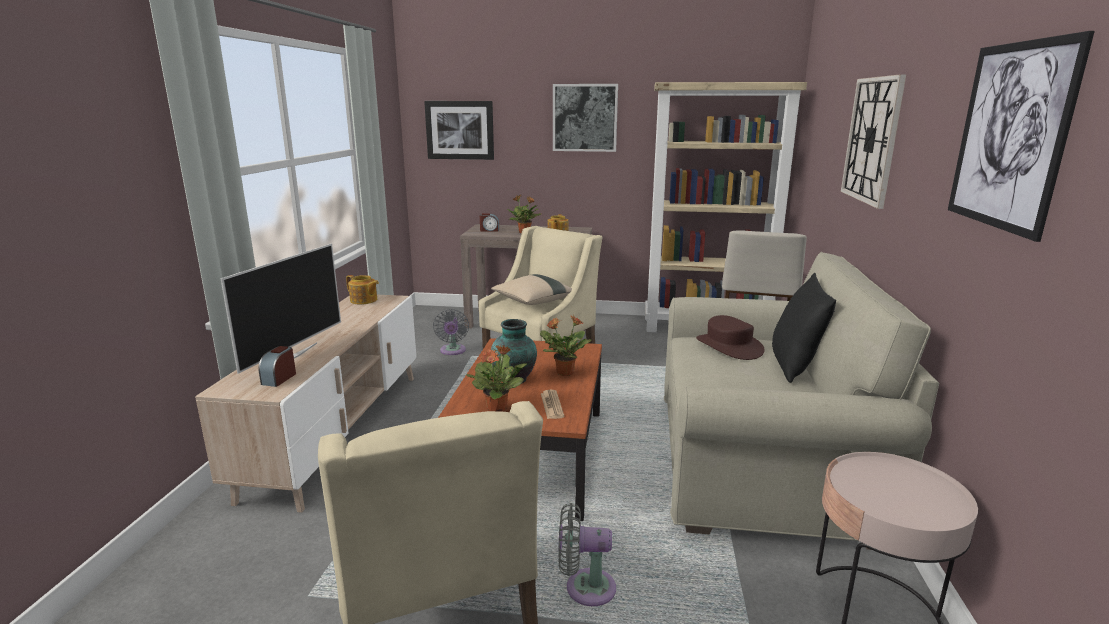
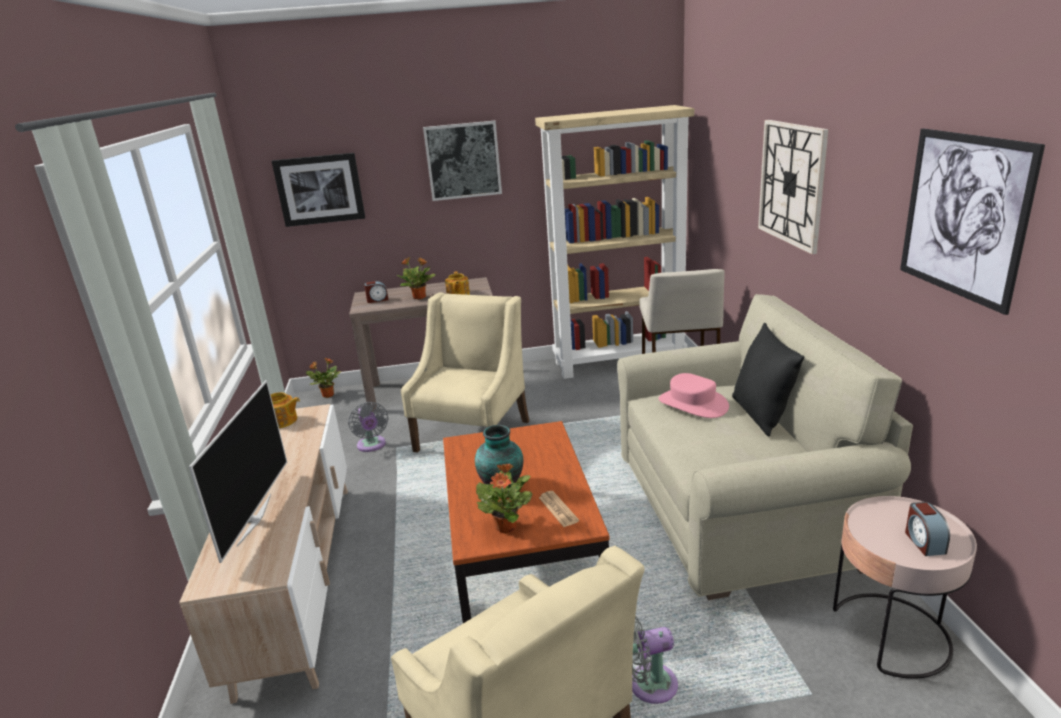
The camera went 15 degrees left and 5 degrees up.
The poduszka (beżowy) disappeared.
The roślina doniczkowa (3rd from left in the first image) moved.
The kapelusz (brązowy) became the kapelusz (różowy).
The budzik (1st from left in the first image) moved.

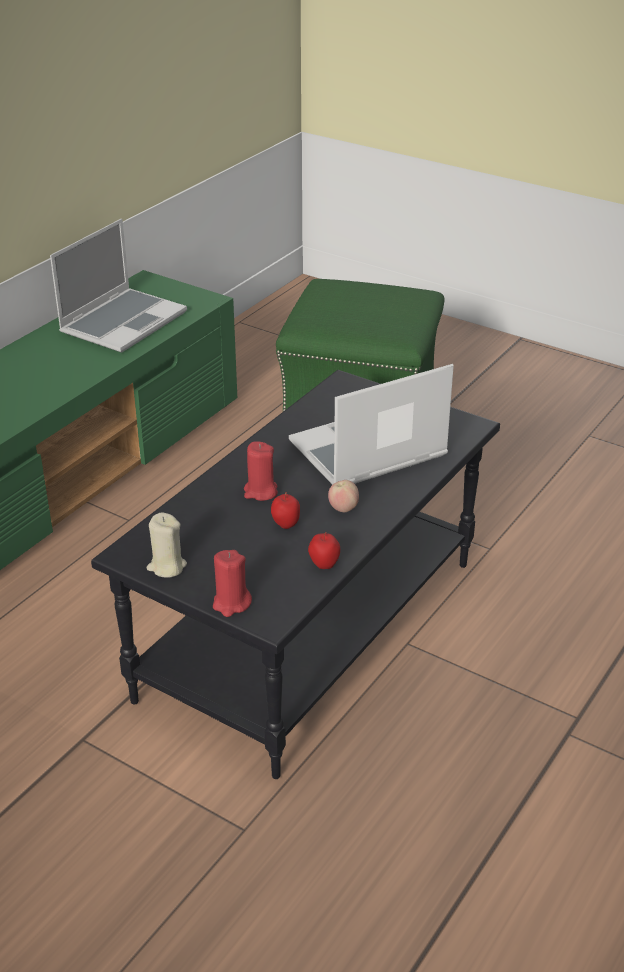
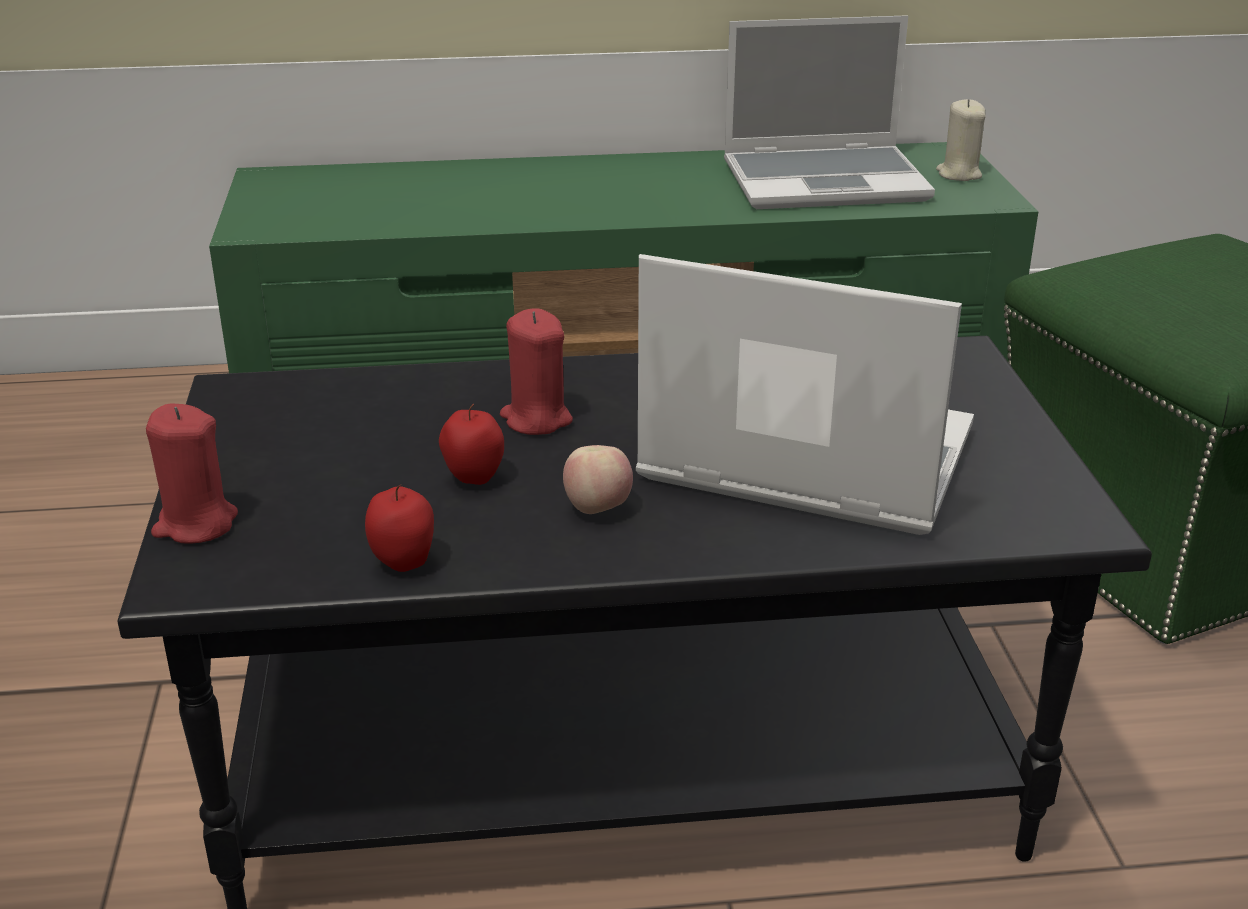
The camera went 50 degrees right and 5 degrees down.
The świeca (beżowy) moved.

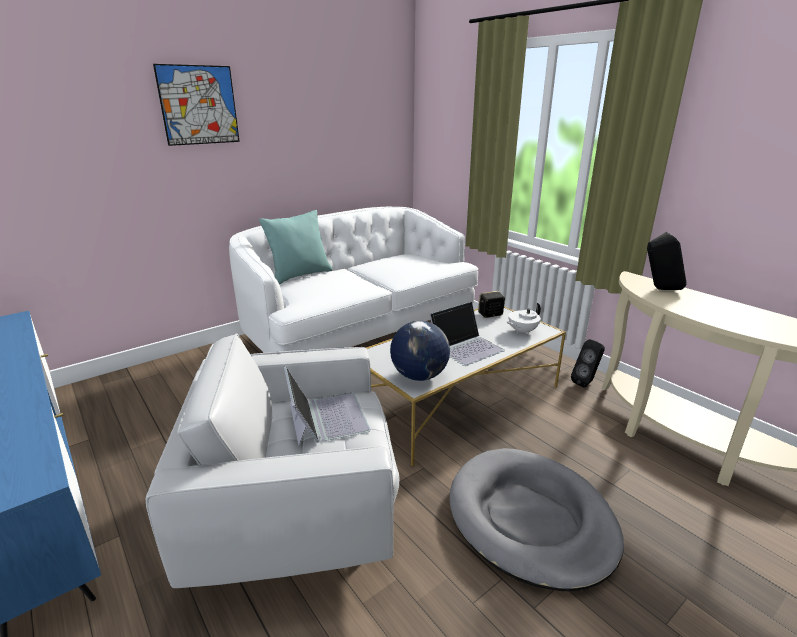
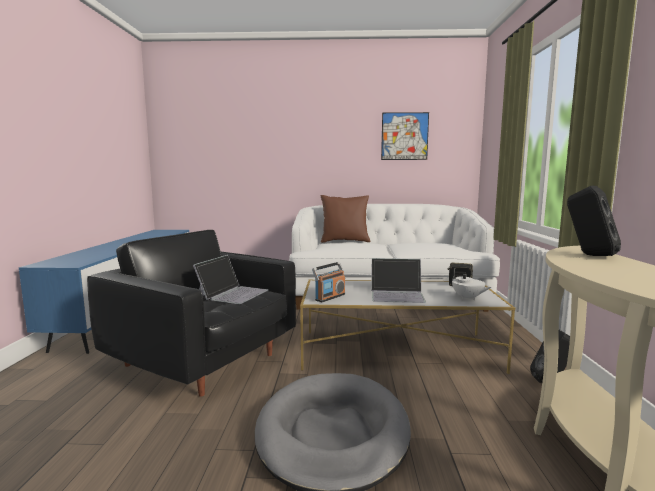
The camera went 40 degrees right and 15 degrees down.
The obraz moved.
The poduszka (turkusowy) became the poduszka (brązowy).
The imbryk (biały) turned 135 degrees counterclockwise.
The globus was replaced by the radio.
The fotel (biały) became the fotel (czarny).

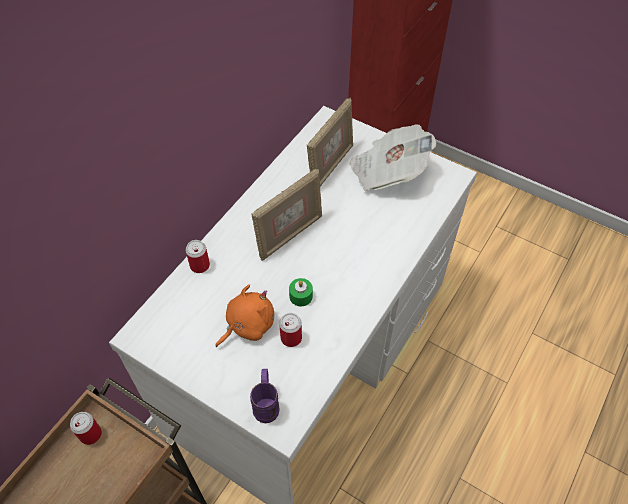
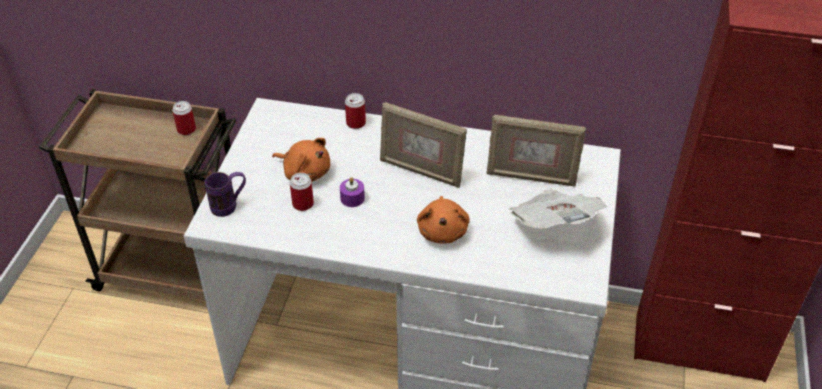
The camera went 70 degrees right and 10 degrees down.
The świeca (zielony) became the świeca (fioletowy).
The pluszak (pomarańczowy) (2nd from left) appeared.

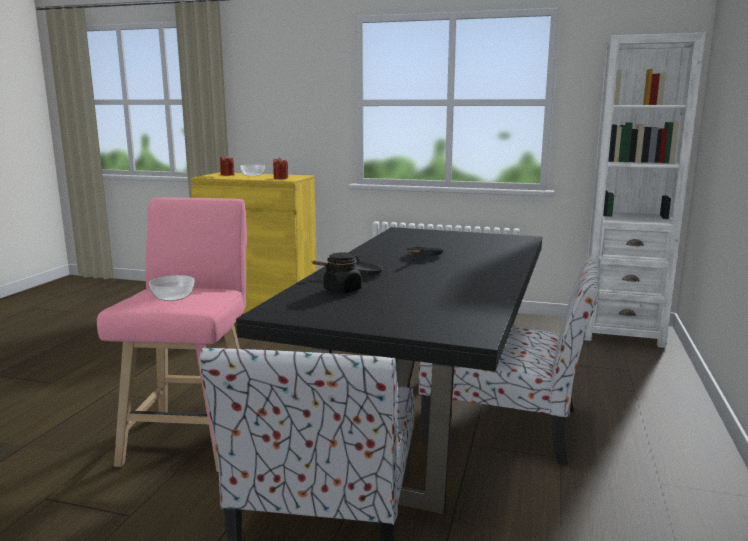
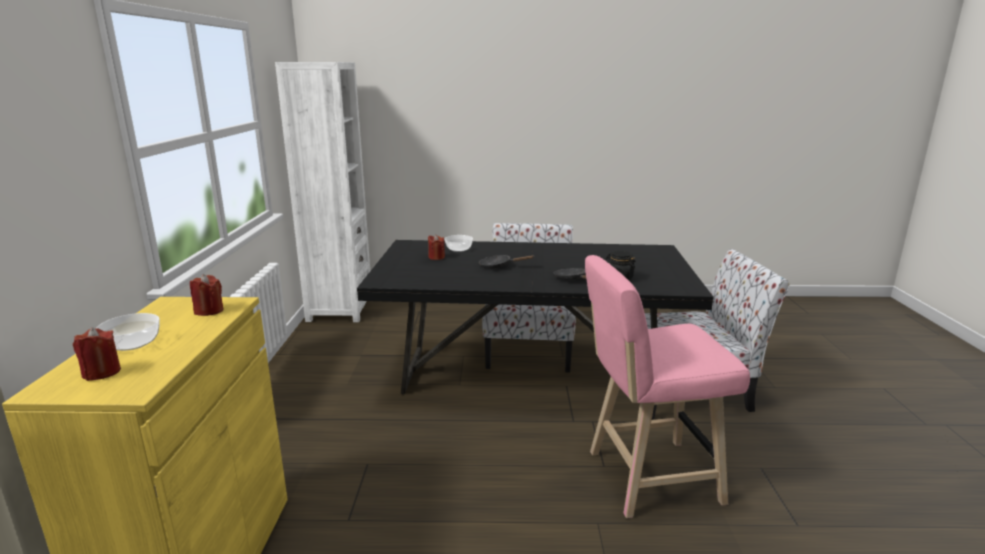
The camera went 105 degrees left and 5 degrees up.
The miska (1st from left in the first image) moved.
The świeca (czerwony) (3rd from left) appeared.

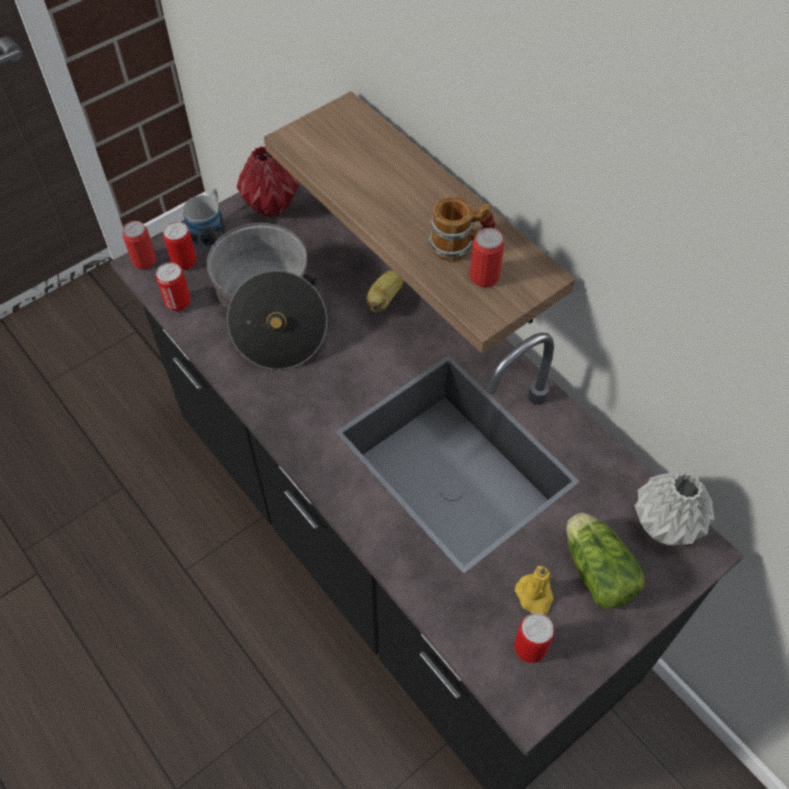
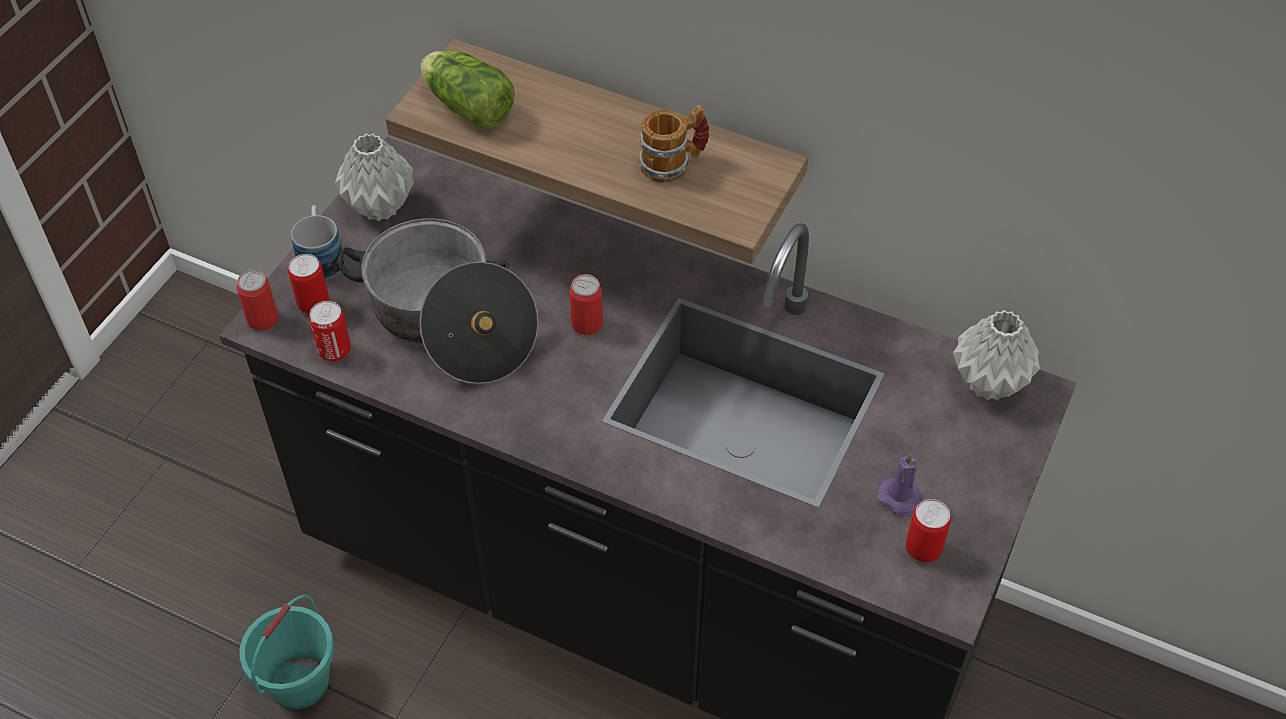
The camera went 25 degrees left and 5 degrees down.
The wazon (czerwony) became the wazon (szary) (1st from left).
The puszka (4th from left) moved.
The banan disappeared.
The sałata moved.
The świeca (żółty) became the świeca (fioletowy).
The wiadro (turkusowy) appeared.

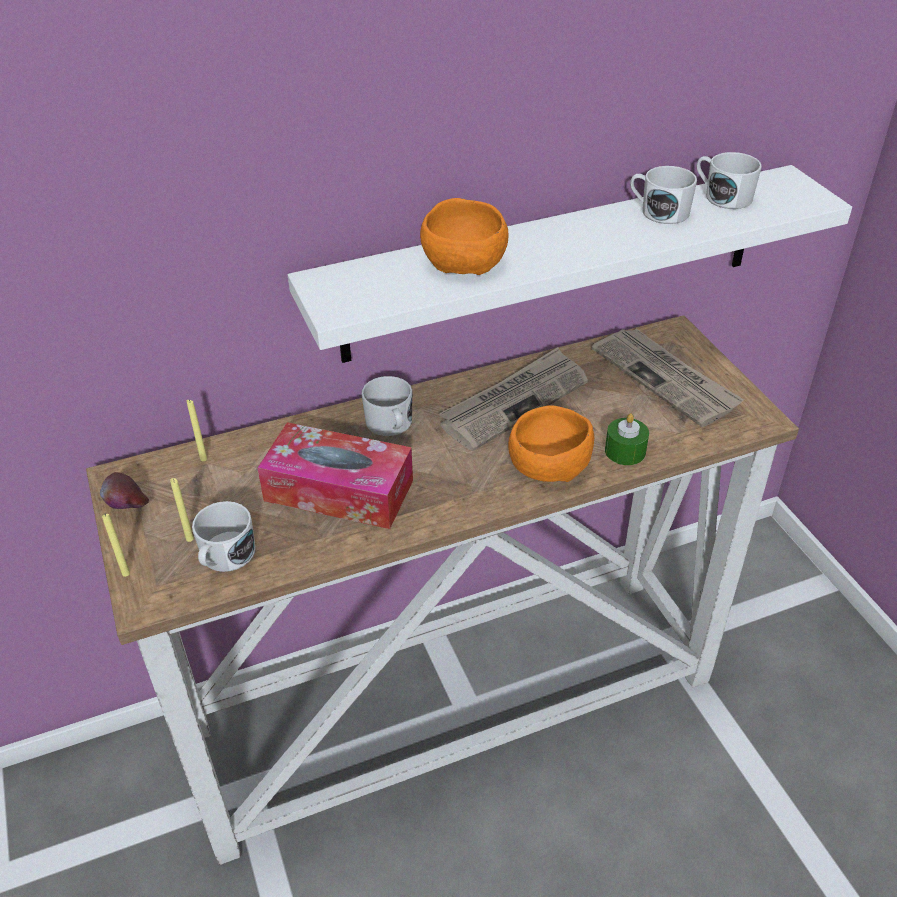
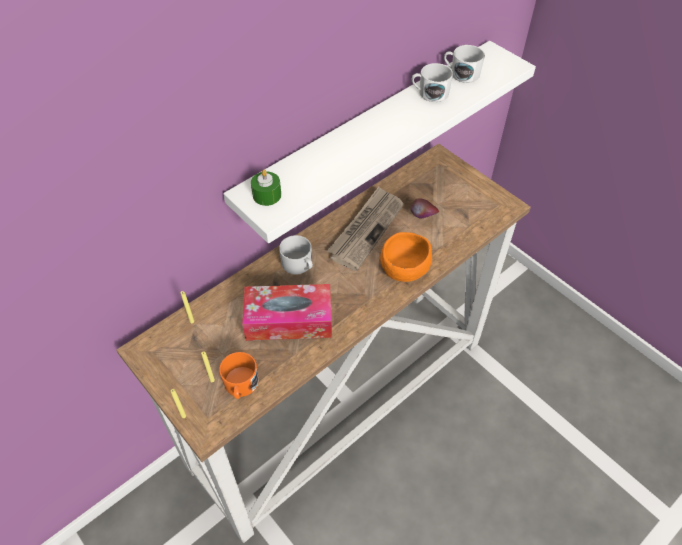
The camera went 20 degrees left and 10 degrees up.
The miska (pomarańczowy) (1st from left) disappeared.
The gazeta (2nd from left) disappeared.
The świeca (zielony) moved.
The jabłko moved.
The kubek (biały) (1st from left) became the kubek (pomarańczowy).

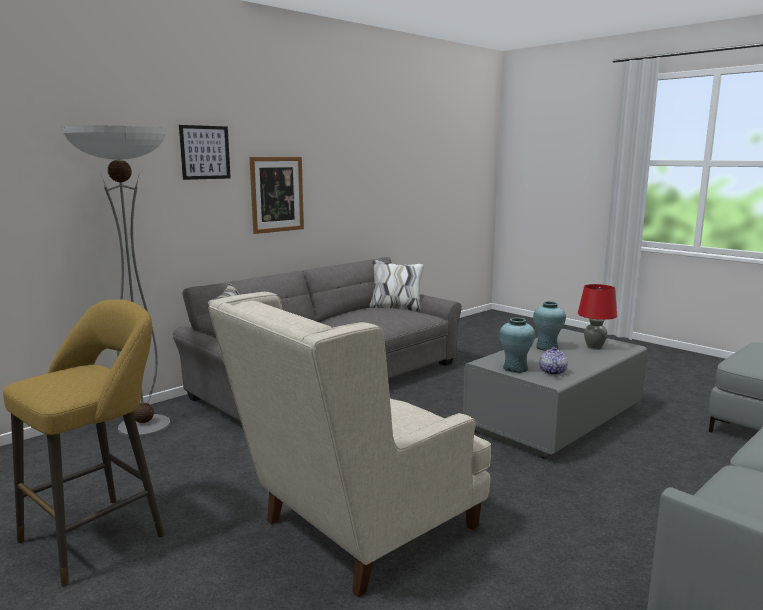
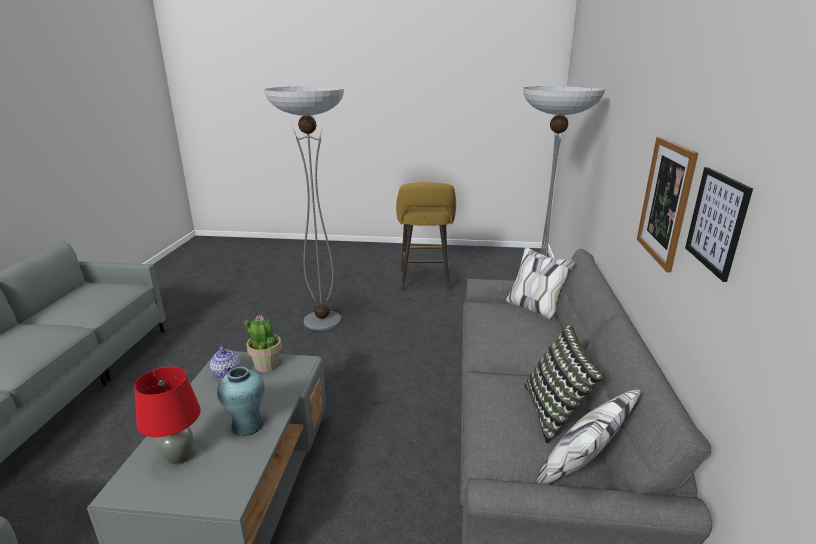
The camera went 140 degrees right and 10 degrees up.
The obraz (1st from left in the first image) moved.
The fotel (beżowy) was replaced by the lampa stojąca (1st from left).
The wazon (turkusowy) (1st from left) was replaced by the roślina doniczkowa.
The poduszka appeared.

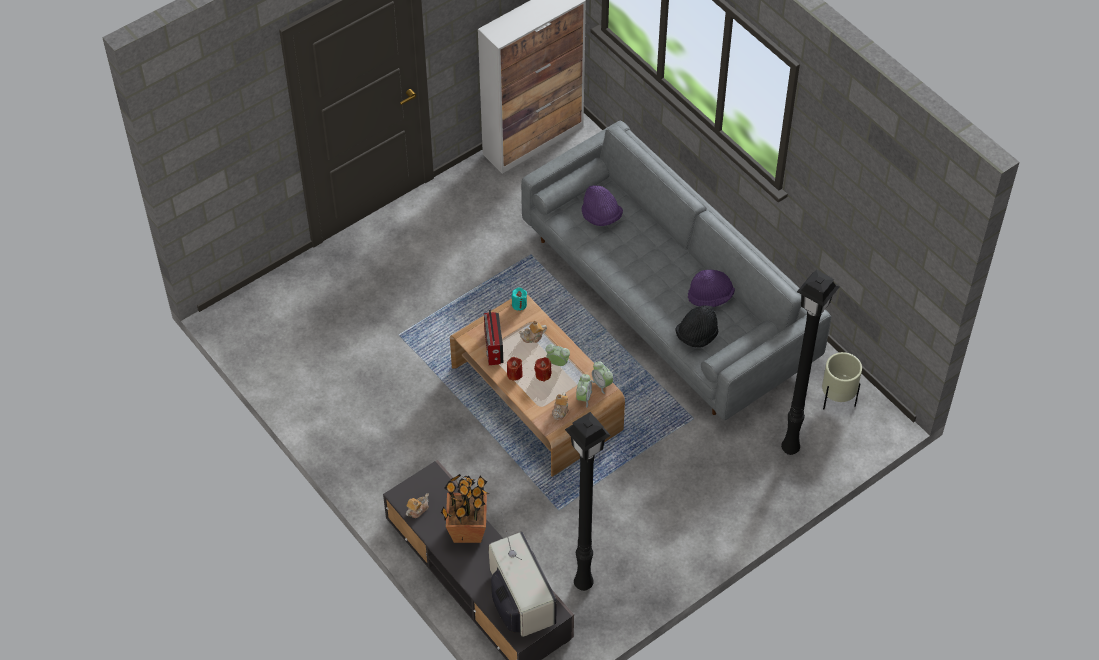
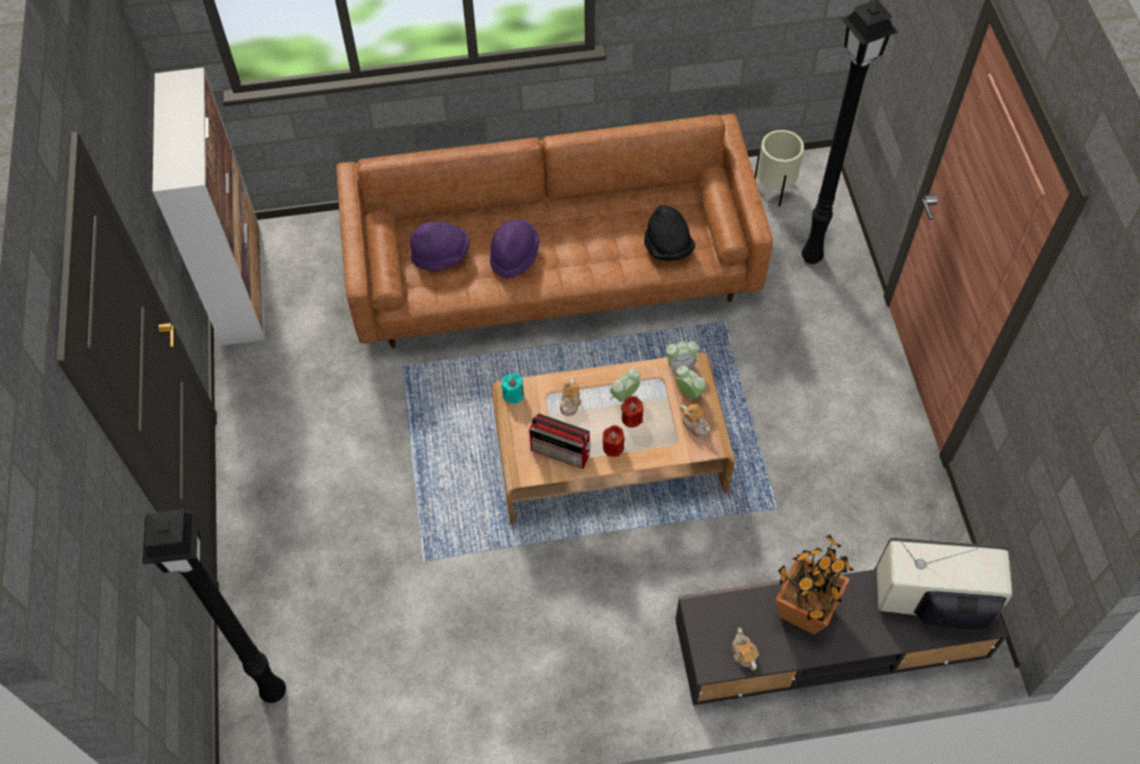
The camera went 60 degrees left and 5 degrees up.
The kanapa (szary) became the kanapa (brązowy).
The kapelusz (fioletowy) (2nd from left) moved.
The lampa stojąca (czarny) (1st from left) moved.

